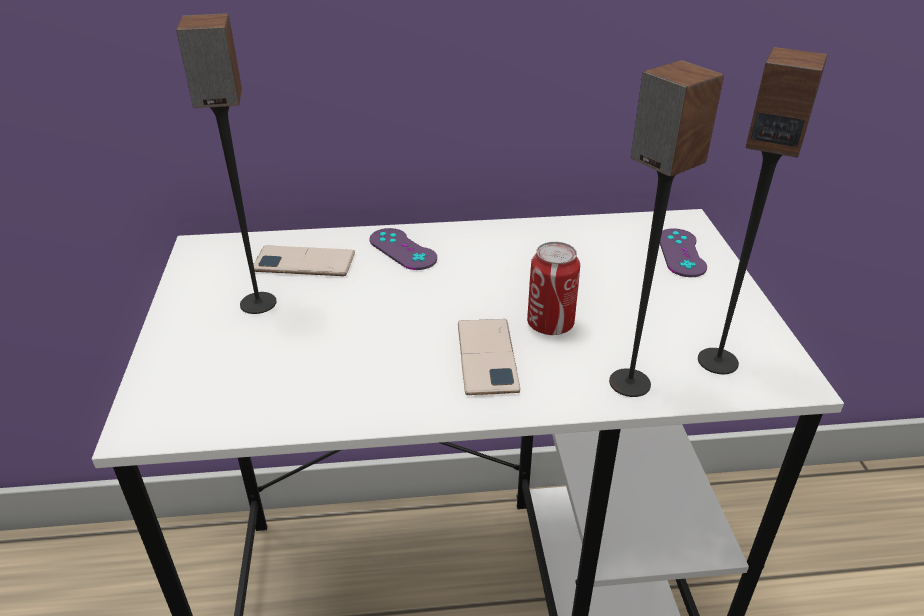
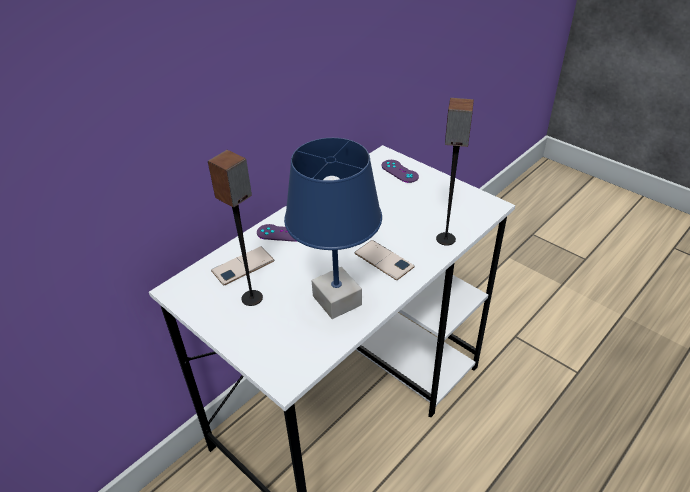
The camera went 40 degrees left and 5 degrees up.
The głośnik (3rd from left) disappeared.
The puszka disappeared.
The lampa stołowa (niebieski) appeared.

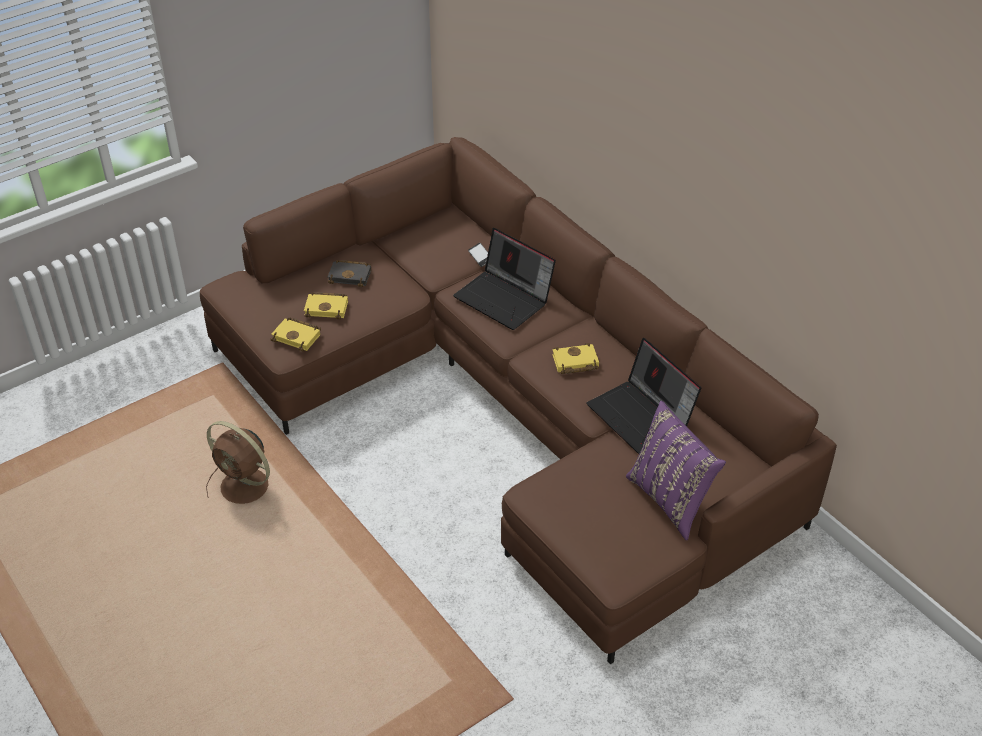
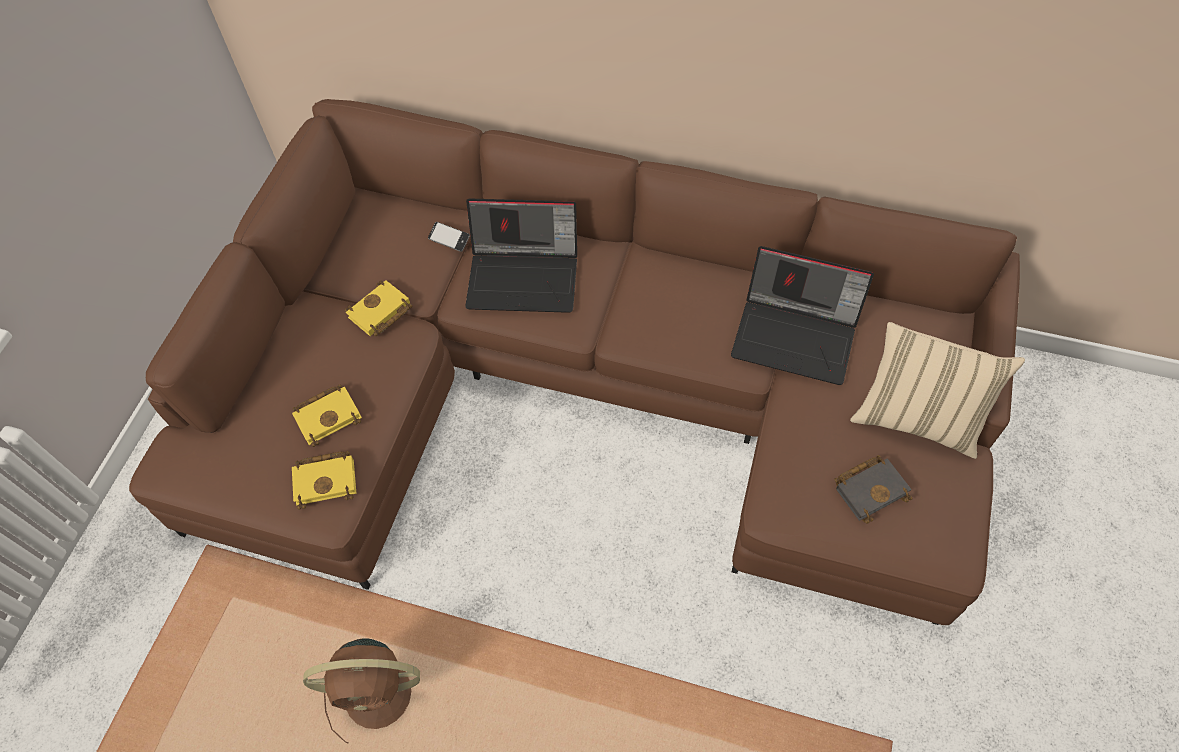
The camera went 35 degrees left and 15 degrees up.
The książka (czarny) moved.
The książka (żółty) (3rd from left) moved.
The poduszka (fioletowy) became the poduszka (beżowy).

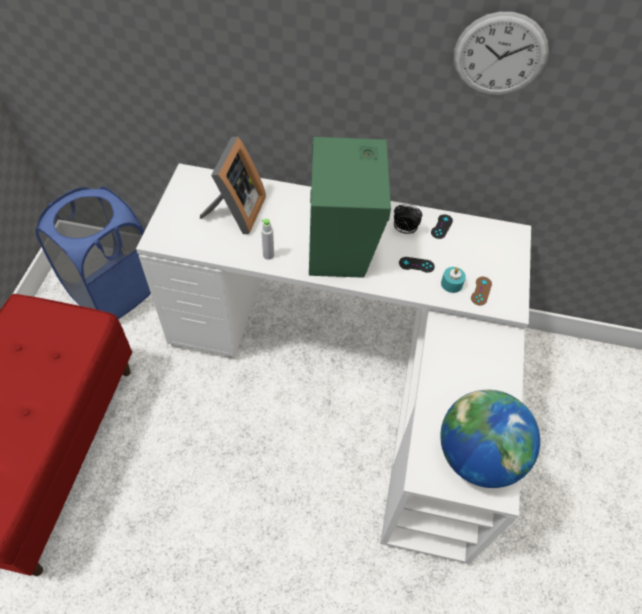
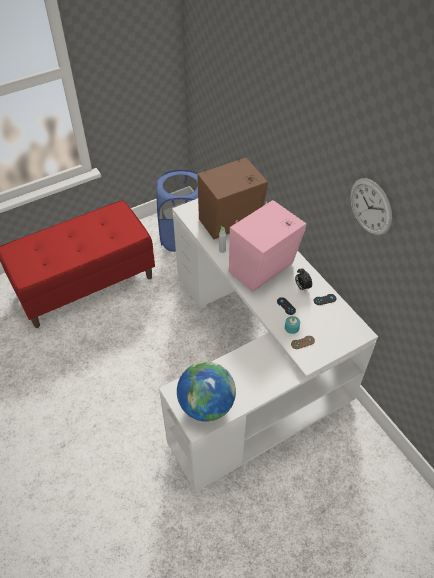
The camera went 50 degrees right and 5 degrees down.
The ramka na zdjęcie was replaced by the głośnik (brązowy).
The głośnik (zielony) became the głośnik (różowy).

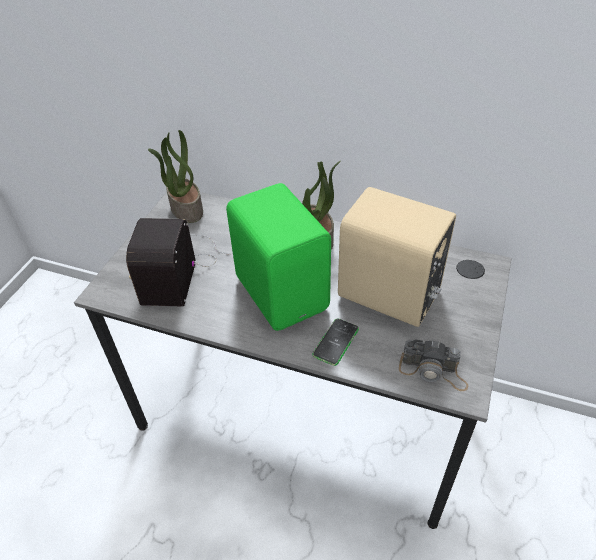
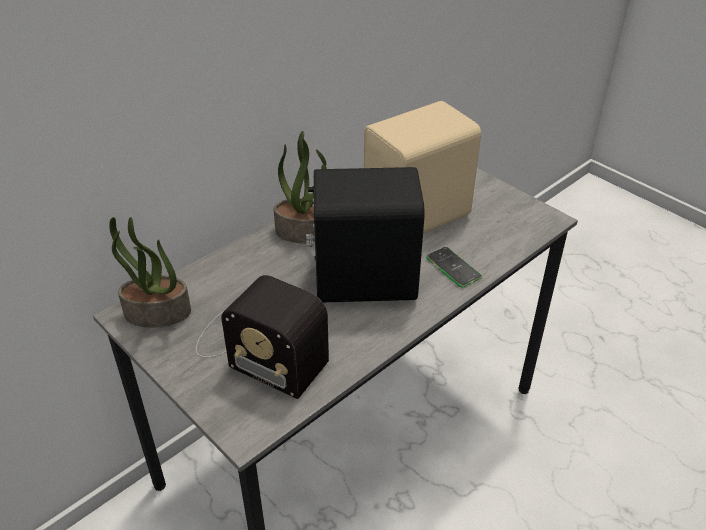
The camera went 65 degrees left and 5 degrees down.
The głośnik (zielony) became the głośnik (czarny).
The aparat fotograficzny disappeared.

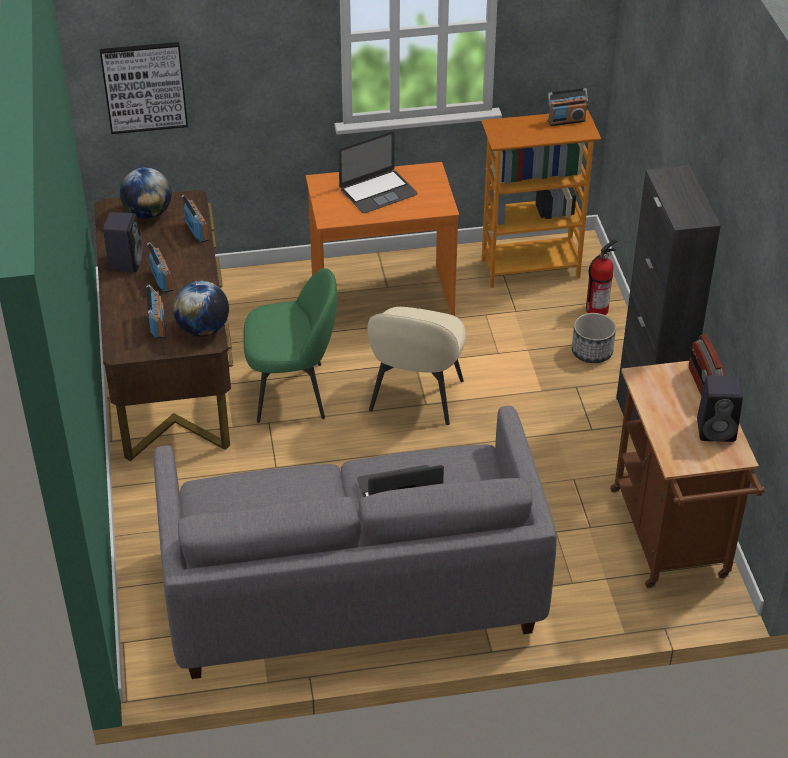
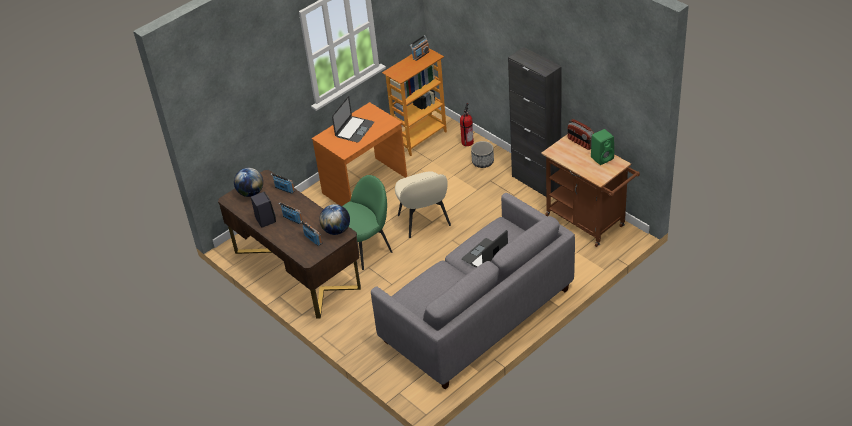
The camera went 30 degrees left and 0 degrees up.
The obraz disappeared.
The głośnik (czarny) (2nd from left) became the głośnik (zielony).

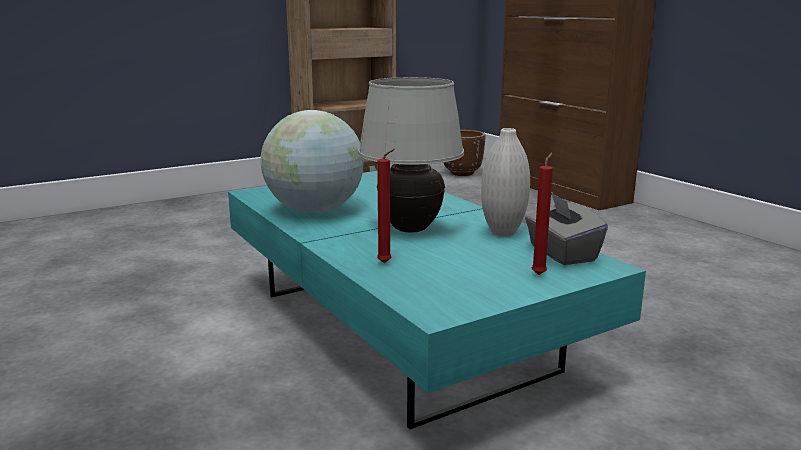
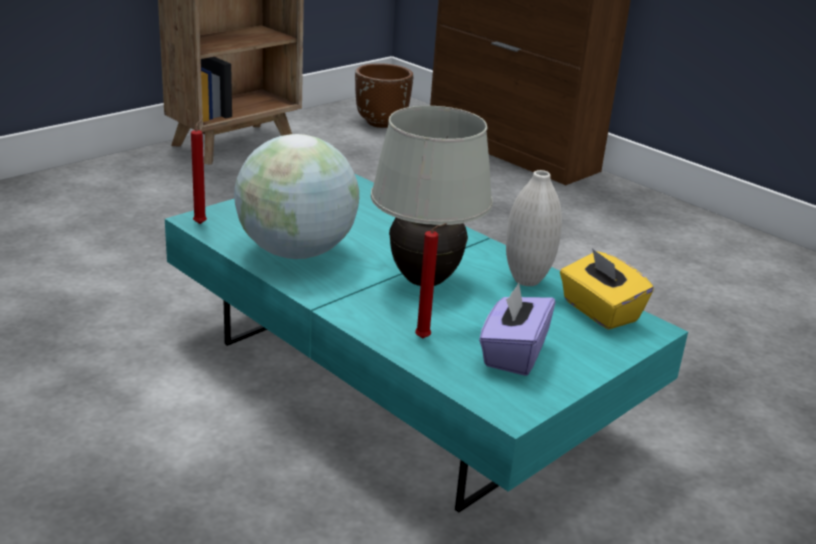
The camera went 15 degrees left and 10 degrees up.
The świeca (czerwony) (2nd from left in the first image) moved.
The pudełko chusteczek (szary) became the pudełko chusteczek (żółty).
The pudełko chusteczek (fioletowy) appeared.

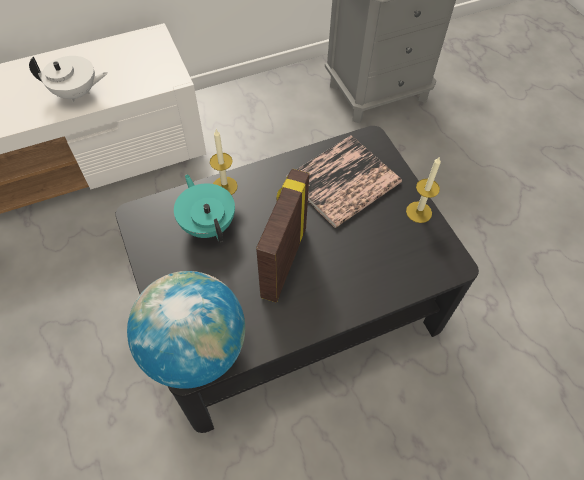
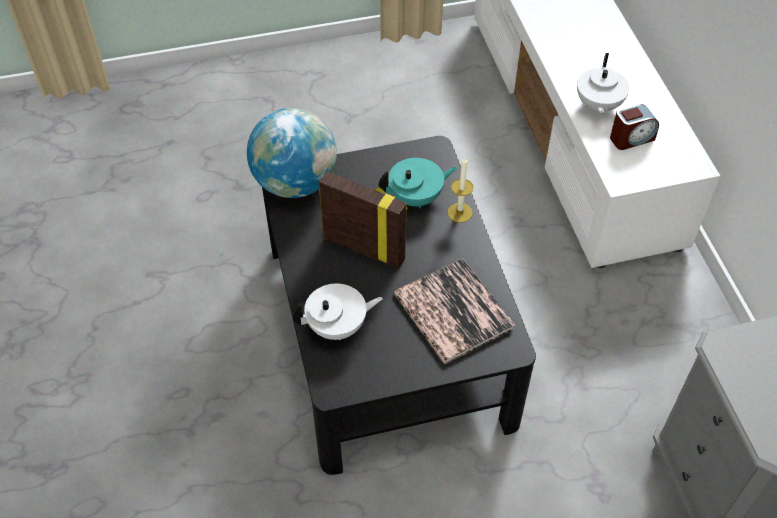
The camera went 100 degrees right and 5 degrees down.
The świeca (2nd from left) disappeared.
The budzik appeared.
The imbryk (biały) (1st from left) appeared.

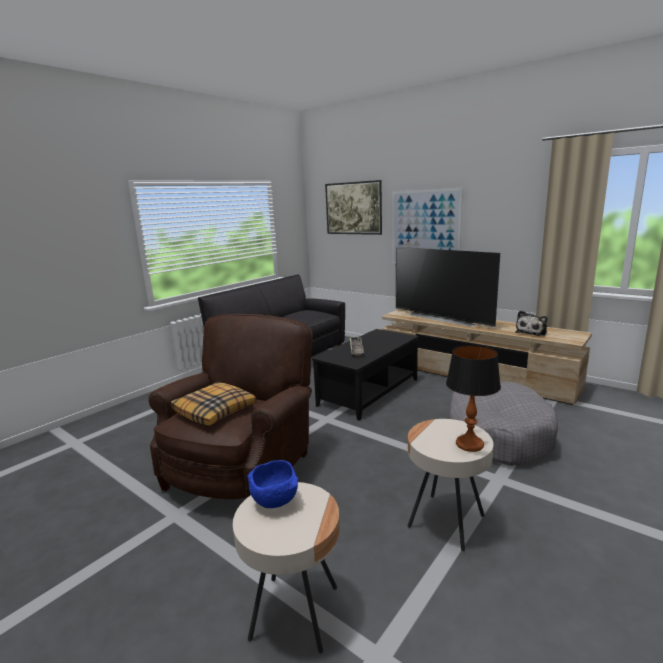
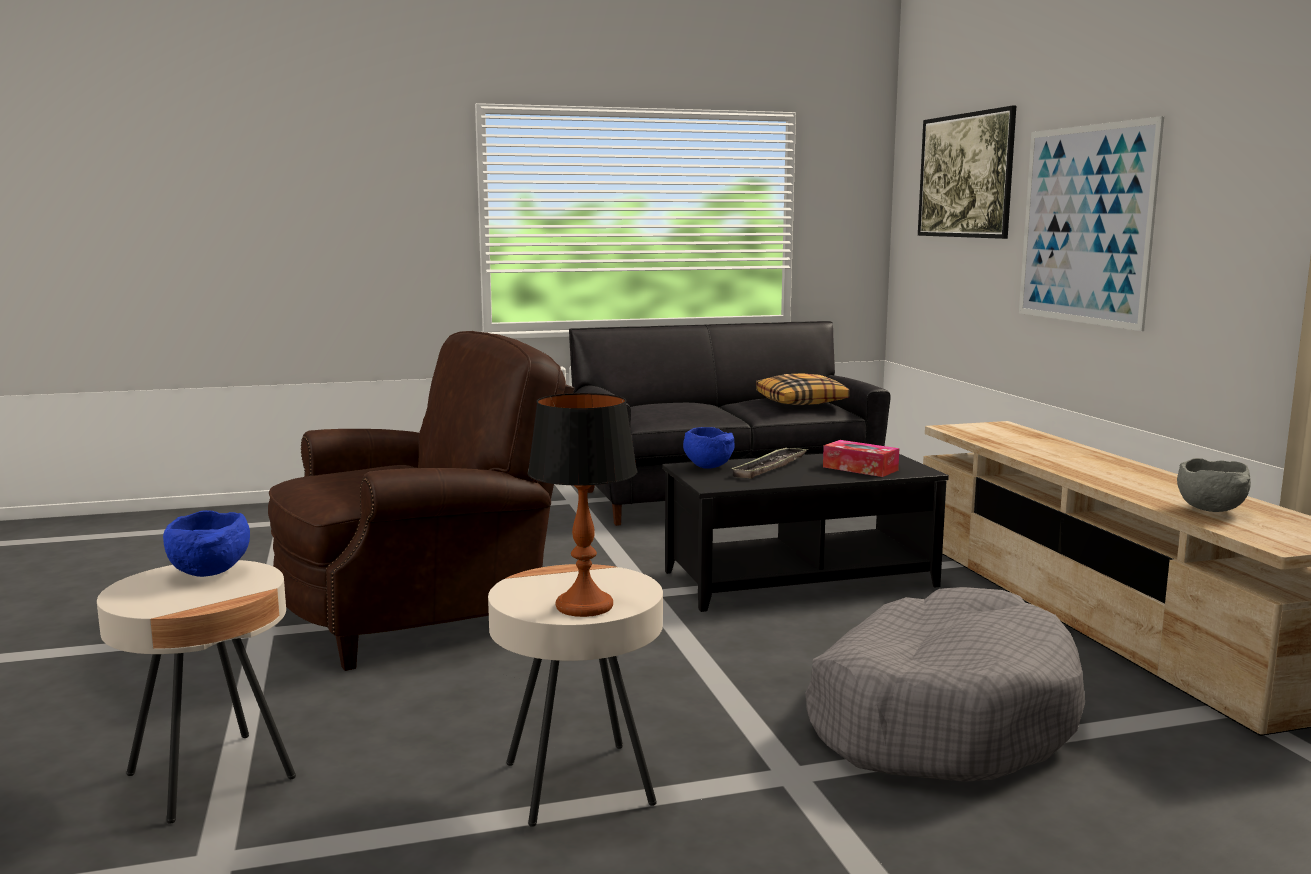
The camera went 35 degrees right and 5 degrees down.
The telewizor disappeared.
The pluszak was replaced by the miska (szary).
The poduszka moved.
The miska (niebieski) (2nd from left) appeared.
The pudełko chusteczek appeared.

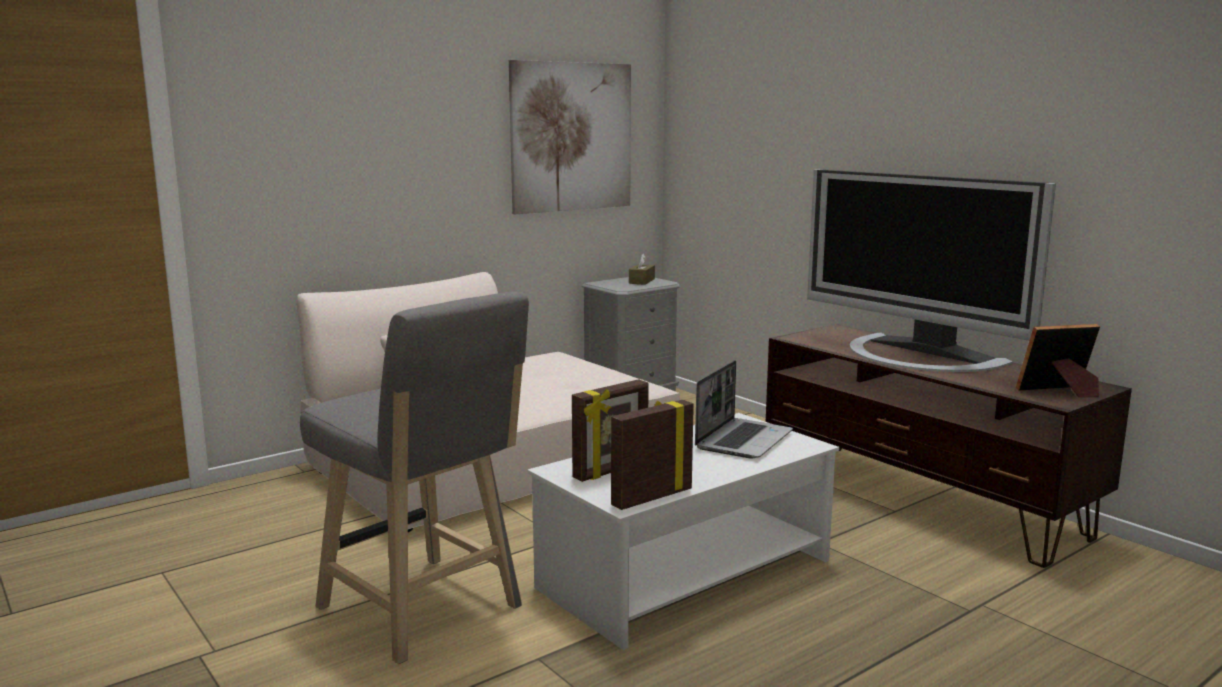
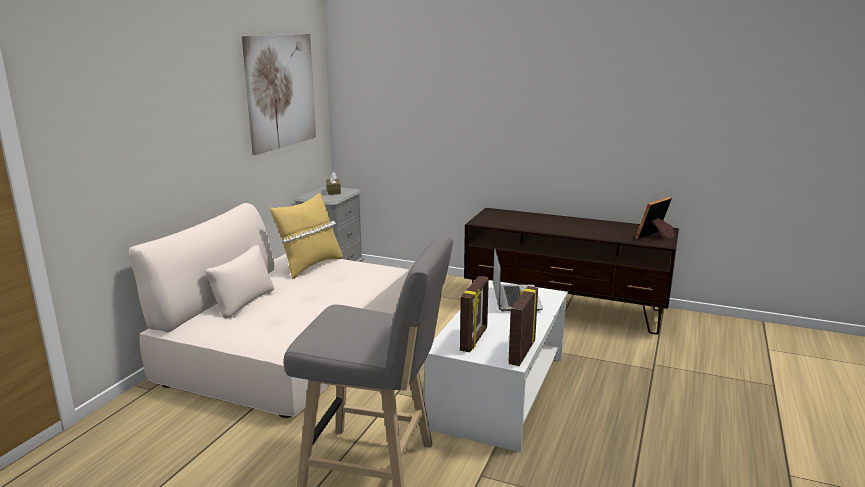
The camera went 30 degrees left and 5 degrees up.
The telewizor disappeared.
The poduszka (żółty) appeared.

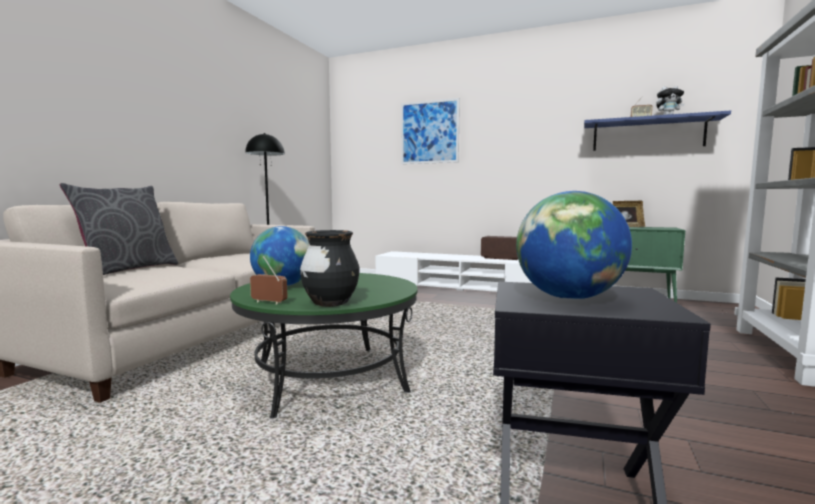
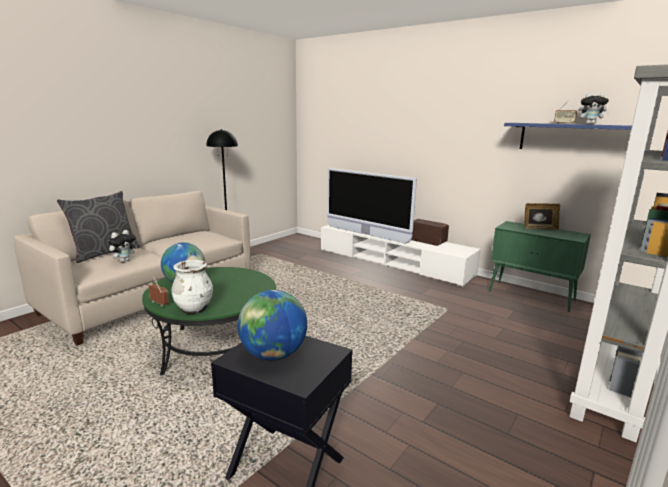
The camera went 15 degrees right and 10 degrees up.
The obraz disappeared.
The wazon (czarny) became the wazon (biały).
The telewizor appeared.
The pluszak (1st from left) appeared.

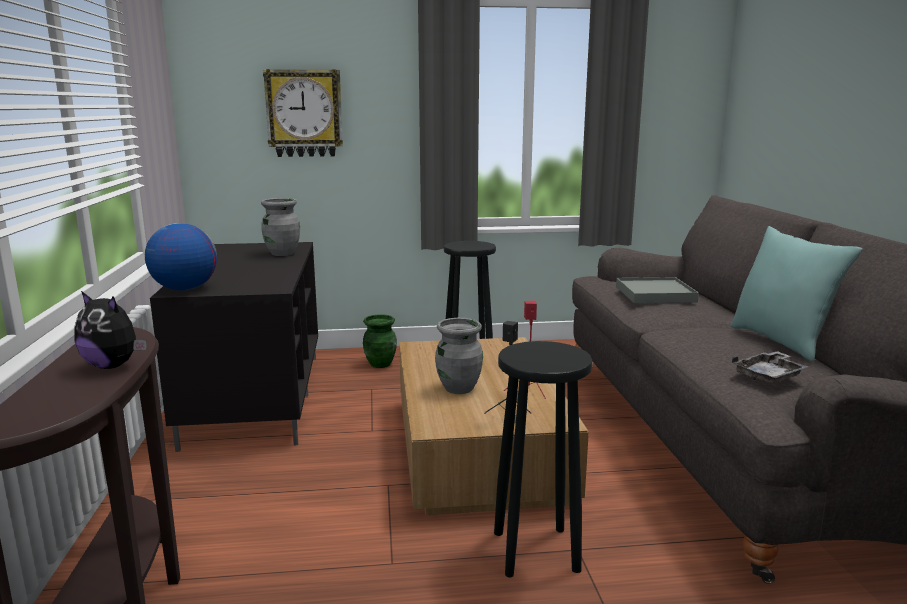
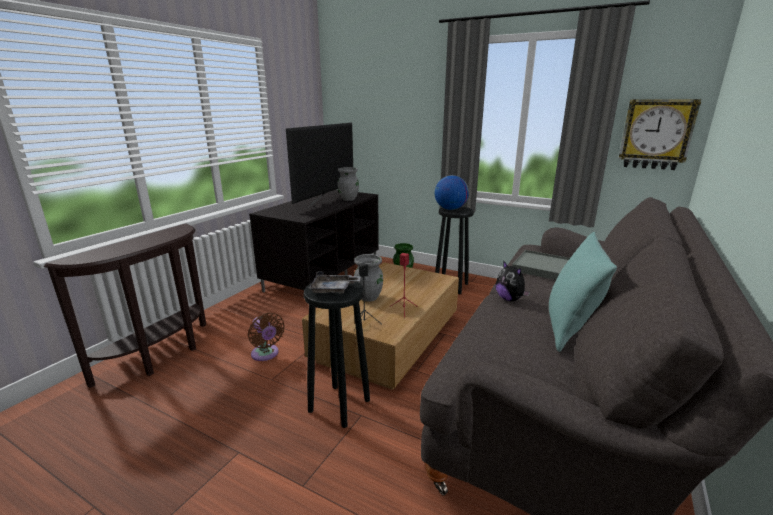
The camera went 35 degrees right and 5 degrees up.
The zegar ścienny moved.
The globus moved.
The pluszak moved.
The taca (szary) (2nd from left in the first image) moved.
The telewizor appeared.
The wentylator (brązowy) appeared.

